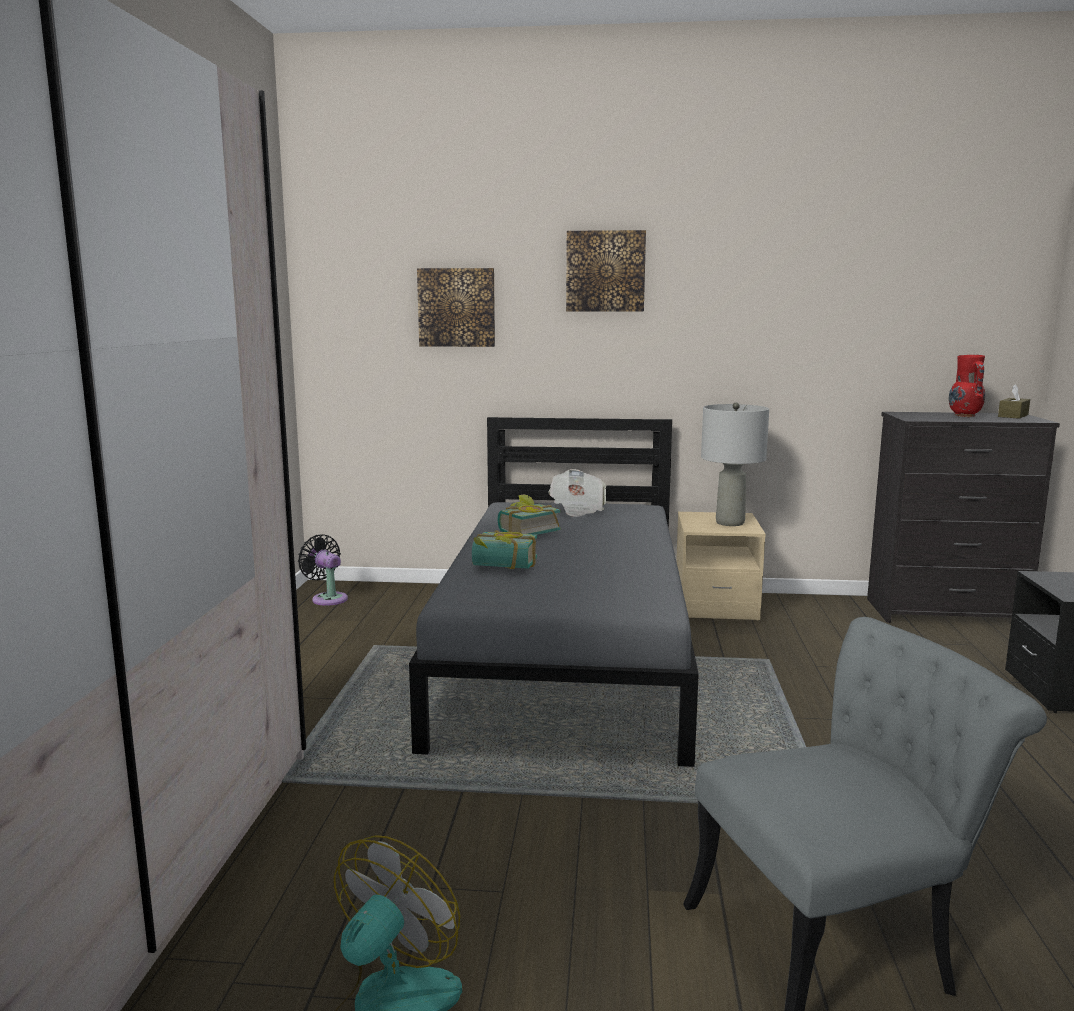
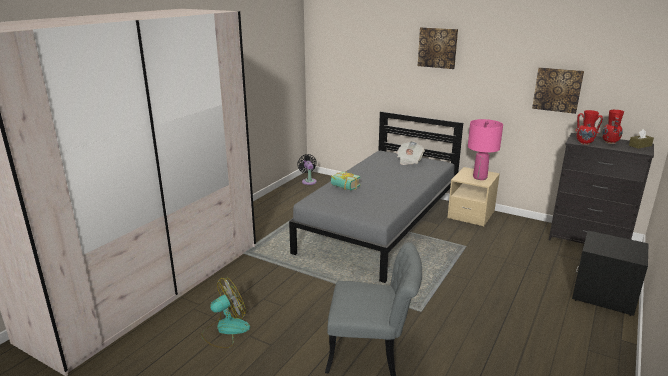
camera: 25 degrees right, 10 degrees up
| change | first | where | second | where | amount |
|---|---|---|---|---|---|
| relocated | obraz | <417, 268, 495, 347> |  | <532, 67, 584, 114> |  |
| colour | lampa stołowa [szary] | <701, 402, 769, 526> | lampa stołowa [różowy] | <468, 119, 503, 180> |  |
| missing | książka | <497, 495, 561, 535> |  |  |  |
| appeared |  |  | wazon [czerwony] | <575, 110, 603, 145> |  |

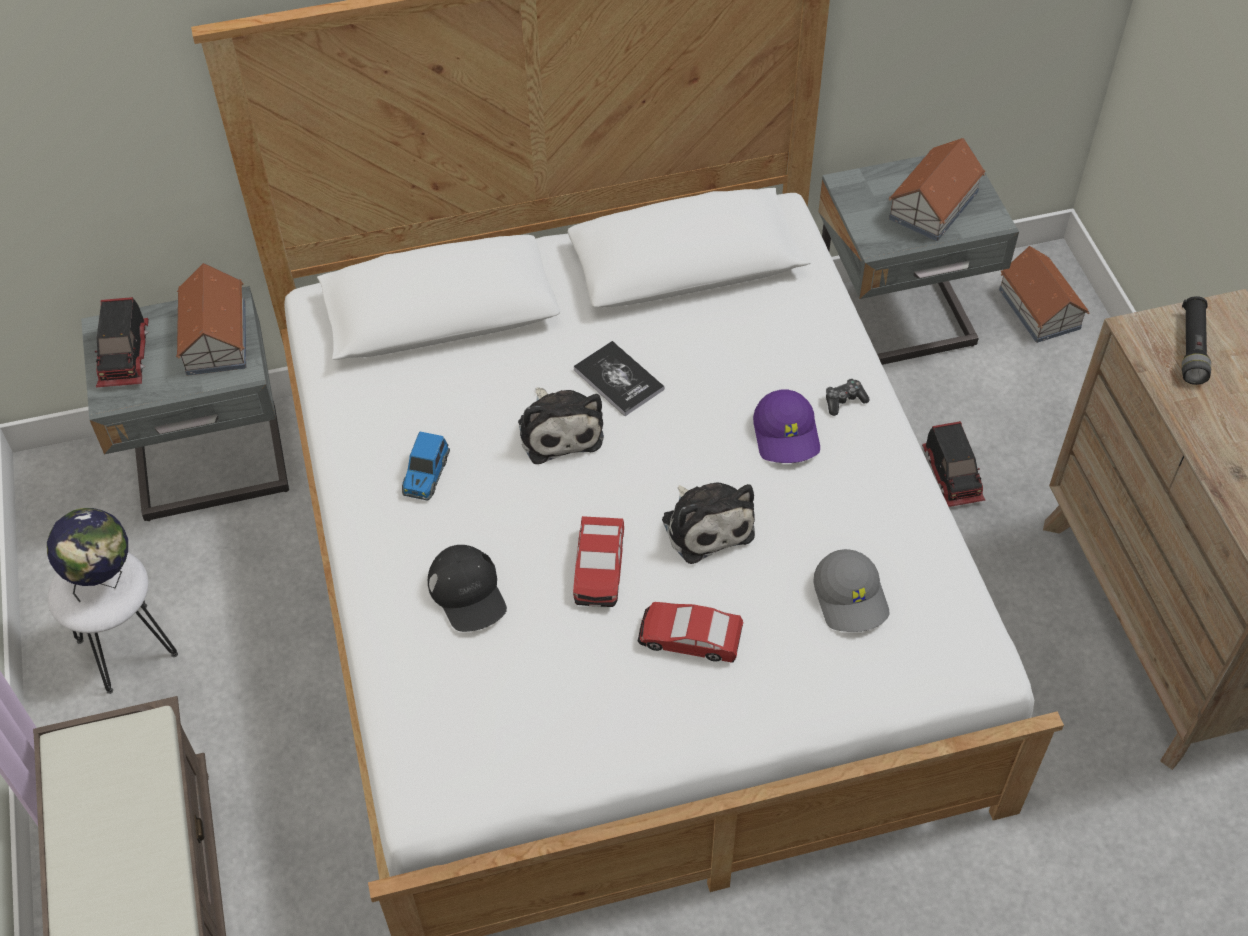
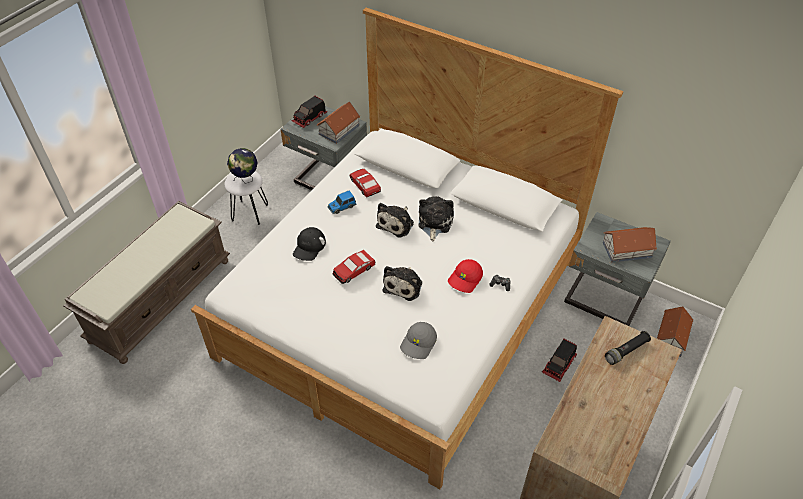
camera: 45 degrees right, 5 degrees down
| change | first | where | second | where | amount |
|---|---|---|---|---|---|
| exchanged | książka | <574, 341, 665, 416> | pluszak | <418, 196, 454, 242> |  |
| colour | czapka z daszkiem [fioletowy] | <753, 390, 820, 463> | czapka z daszkiem [czerwony] | <448, 259, 483, 293> |  |
| relocated | samochodzik | <638, 602, 743, 663> |  | <350, 169, 381, 198> |  |

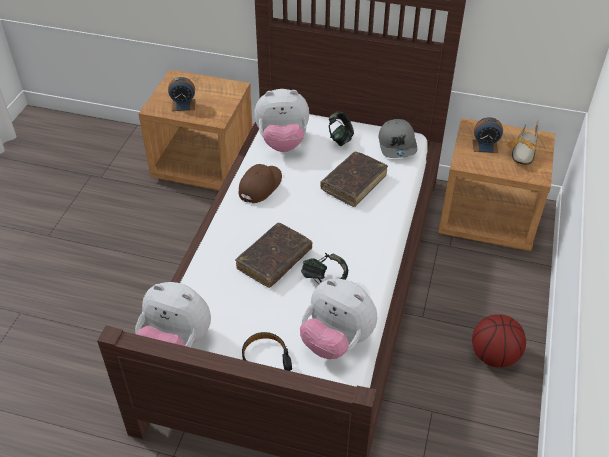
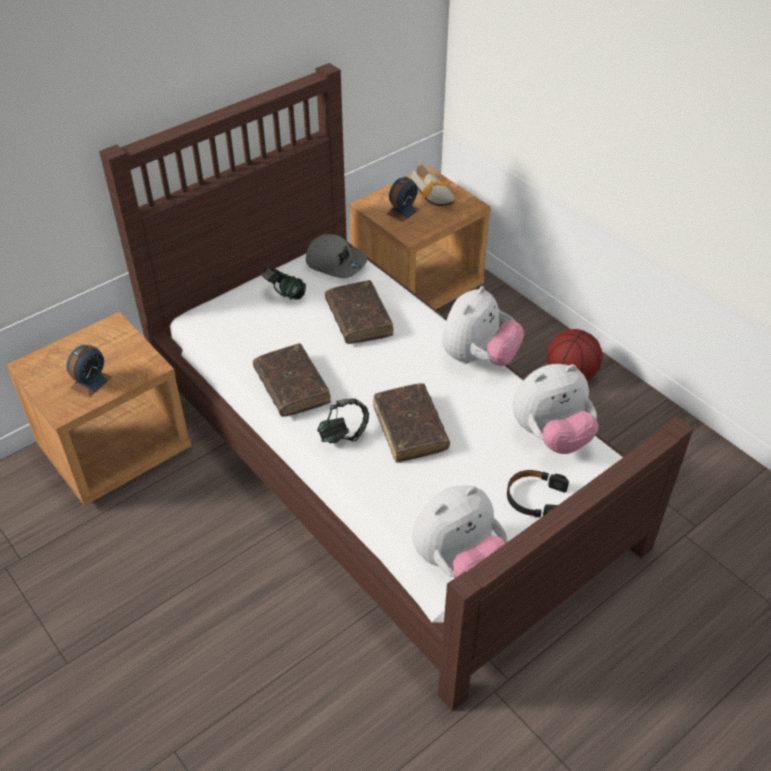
camera: 55 degrees left, 0 degrees up
| change | first | where | second | where | amount |
|---|---|---|---|---|---|
| relocated | pluszak | <254, 89, 309, 152> |  | <442, 286, 524, 366> |  |
| exchanged | czapka z daszkiem [brązowy] | <239, 164, 282, 203> | książka [brązowy] | <253, 343, 331, 417> |  |
| relocated | słuchawki | <301, 253, 348, 284> |  | <317, 399, 369, 443> |  |

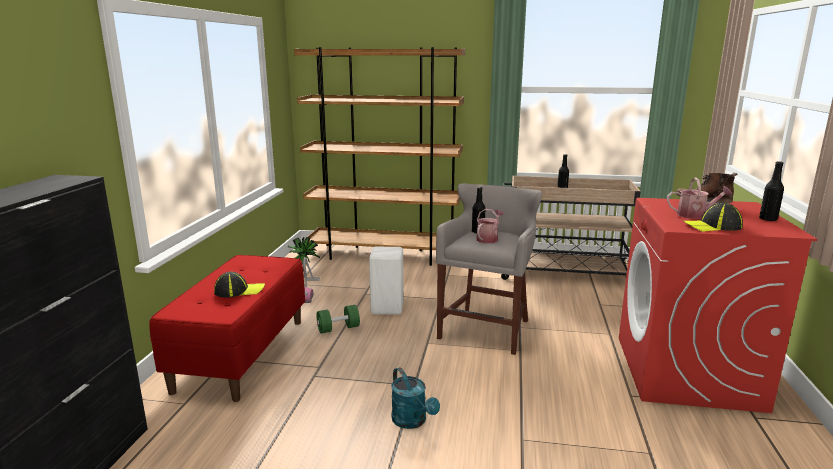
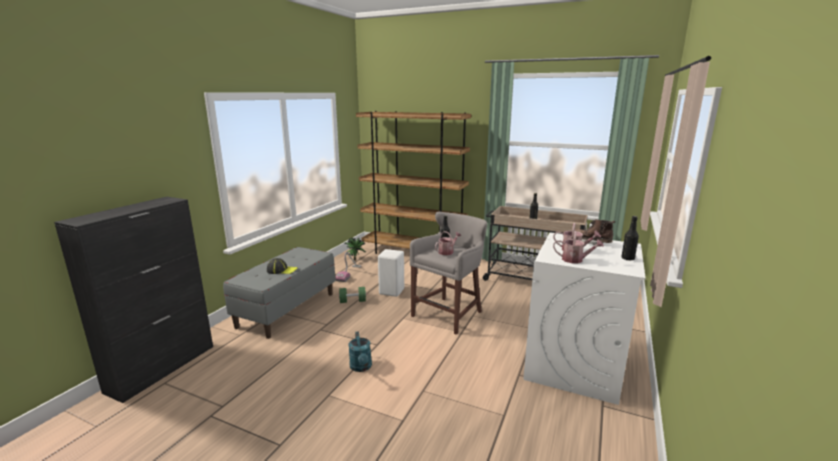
camera: 15 degrees right, 0 degrees up
| change | first | where | second | where | amount |
|---|---|---|---|---|---|
| colour | pralka [czerwony] | <619, 198, 817, 413> | pralka [biały] | <523, 232, 646, 405> |  |
| exchanged | czapka z daszkiem | <683, 203, 743, 232> | konewka | <553, 231, 604, 263> |  |
| colour | ławka [czerwony] | <149, 255, 305, 402> | ławka [szary] | <223, 247, 335, 339> |  |

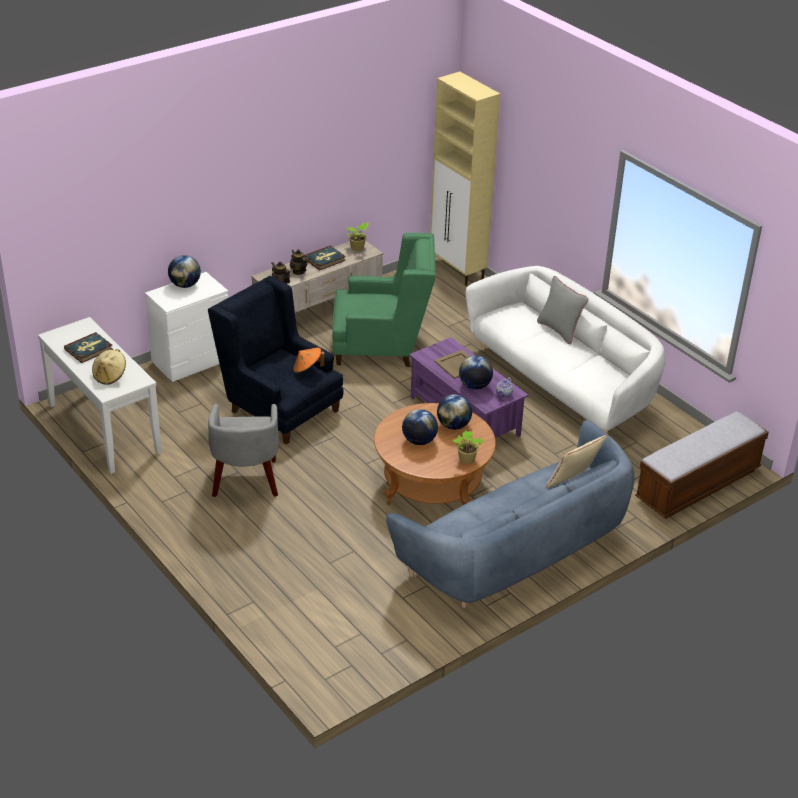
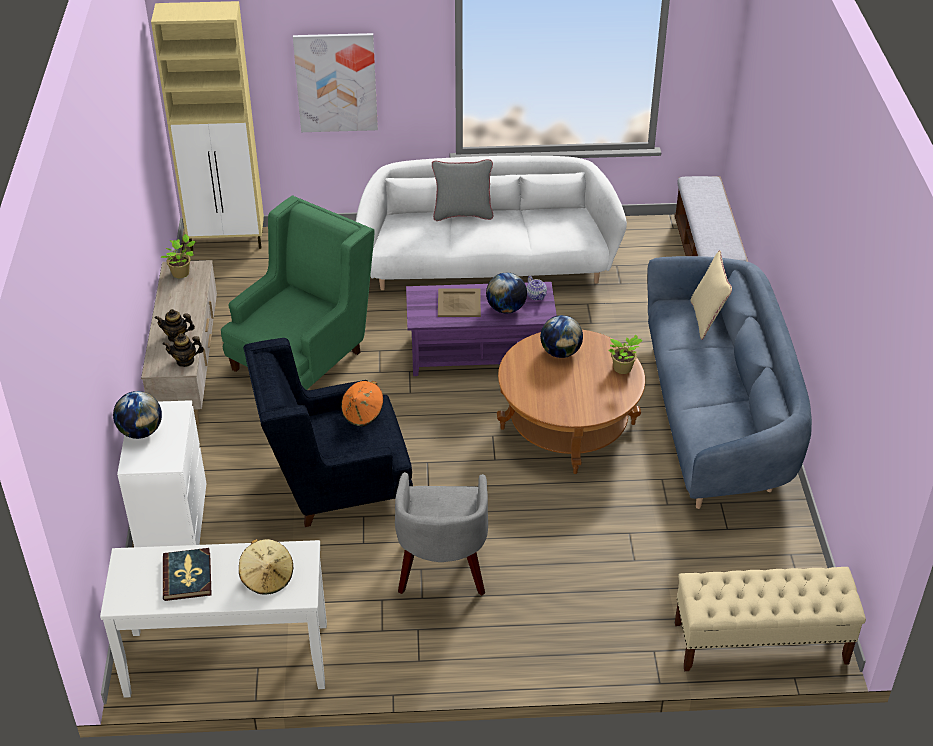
camera: 55 degrees left, 5 degrees up
| change | first | where | second | where | amount |
|---|---|---|---|---|---|
| missing | książka | <304, 245, 346, 270> |  |  |  |
| spun | fotel [szary] | <208, 404, 279, 497> |  | <395, 472, 488, 596> | 60 degrees clockwise |
| missing | globus | <402, 409, 438, 445> |  |  |  |
| appeared |  |  | obraz | <293, 33, 378, 132> |  |
| appeared |  |  | ławka [beżowy] | <675, 567, 866, 671> |  |

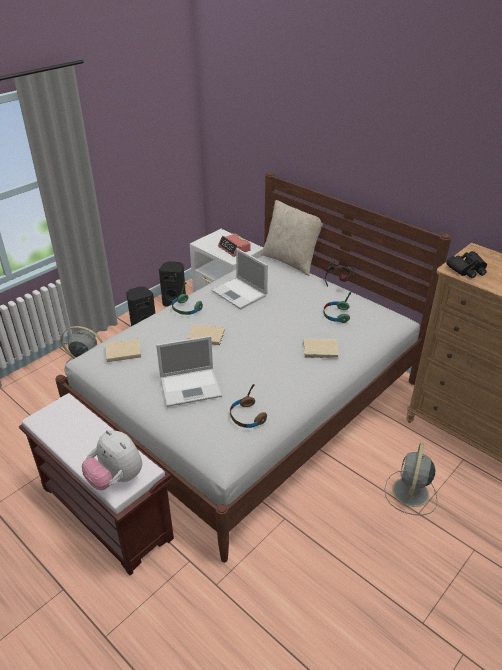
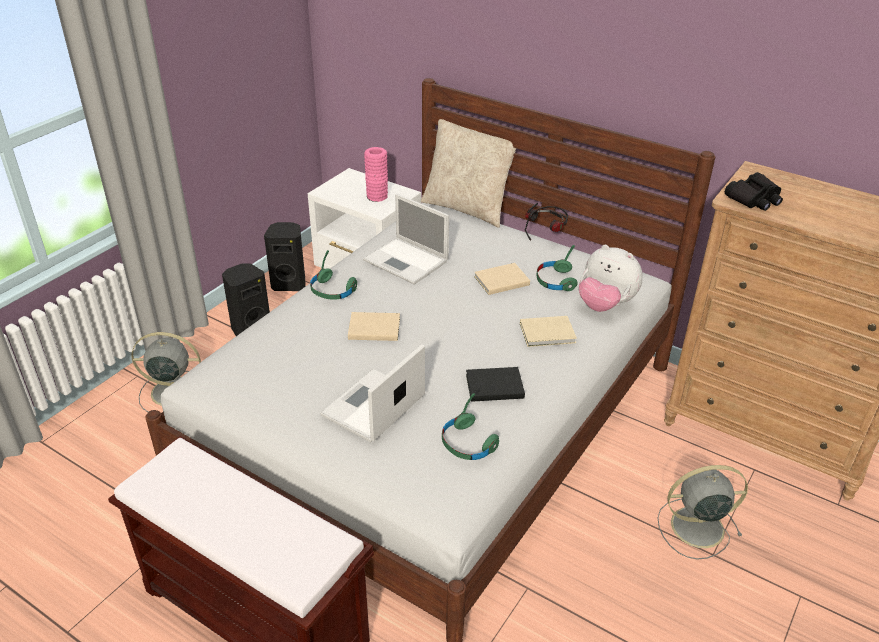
camera: 10 degrees left, 0 degrees up
| change | first | where | second | where | amount |
|---|---|---|---|---|---|
| exchanged | budzik | <218, 233, 251, 257> | wazon [różowy] | <364, 147, 388, 202> |  |
| spun | laptop | <156, 336, 222, 407> |  | <320, 344, 425, 442> | 150 degrees clockwise |
| relocated | książka [beżowy] | <105, 339, 141, 362> |  | <474, 263, 530, 295> |  |
| colour | słuchawki [brązowy] | <230, 384, 267, 428> | słuchawki [zielony] | <442, 393, 499, 460> |  |
| relocated | pluszak | <82, 430, 142, 490> |  | <579, 245, 643, 312> |  |
| spun | wentylator [szary] | <385, 443, 437, 515> |  | <658, 465, 748, 560> | 75 degrees clockwise |
| appeared |  |  | książka [czarny] | <466, 367, 525, 402> |  |

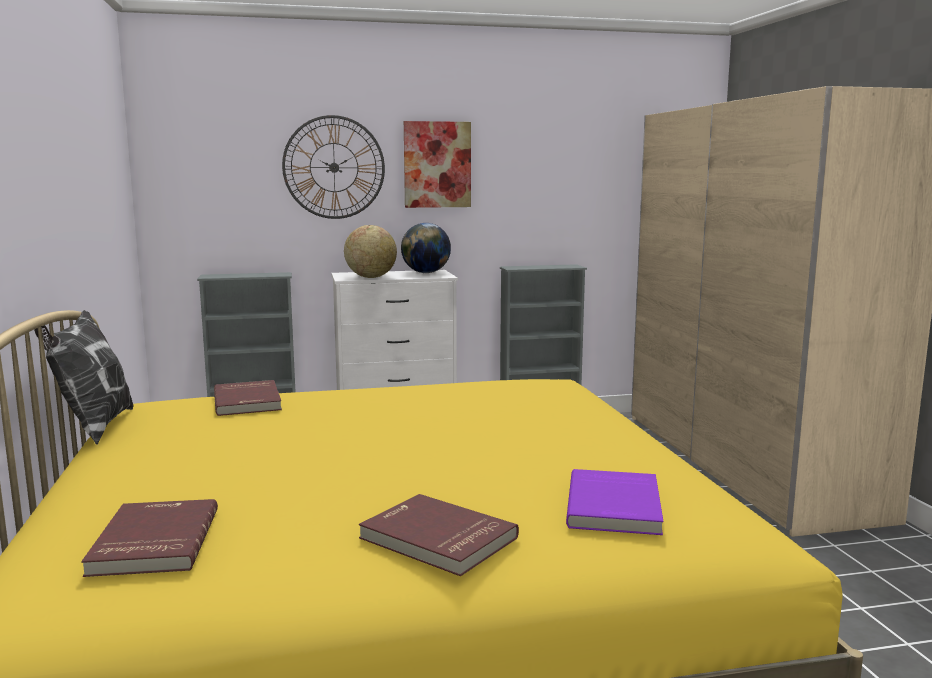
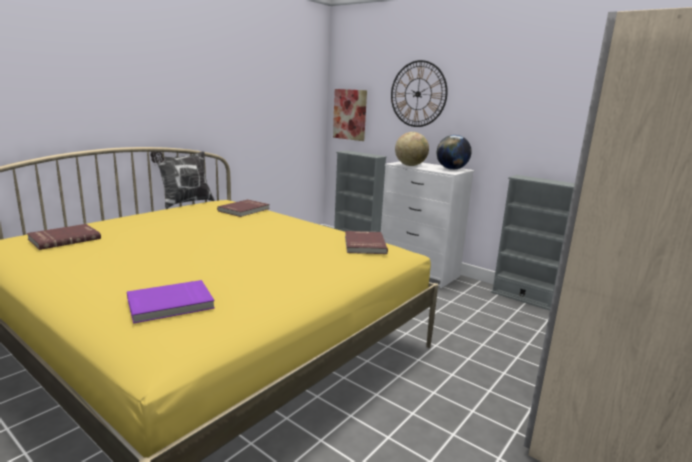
camera: 50 degrees right, 5 degrees up
| change | first | where | second | where | amount |
|---|---|---|---|---|---|
| relocated | obraz | <404, 121, 471, 208> |  | <333, 89, 367, 141> |  |
| relocated | książka [czerwony] | <359, 494, 519, 576> |  | <345, 231, 388, 254> |  |

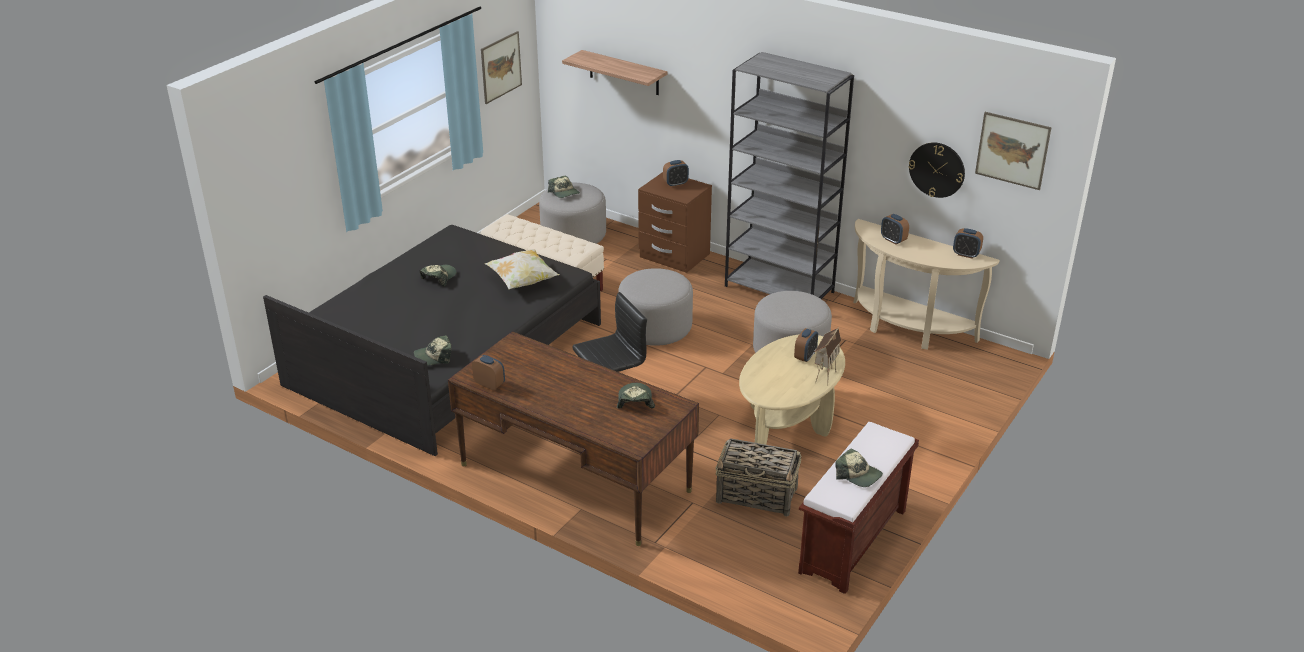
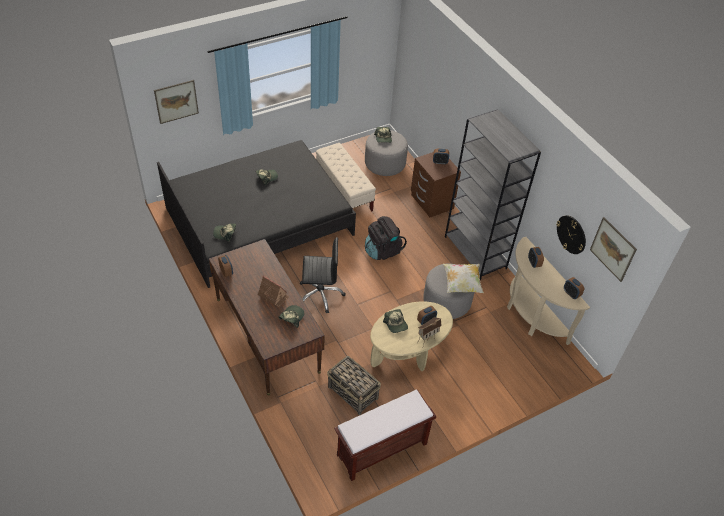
camera: 25 degrees right, 15 degrees up
| change | first | where | second | where | amount |
|---|---|---|---|---|---|
| relocated | obraz | <481, 31, 522, 104> |  | <154, 80, 199, 124> |  |
| missing | półka | <562, 50, 667, 95> |  |  |  |
| relocated | poduszka | <485, 249, 559, 289> |  | <443, 264, 484, 293> |  |
| exchanged | pufa [szary] | <618, 268, 693, 346> | plecak [czarny] | <365, 216, 407, 260> |  |
| relocated | czapka z daszkiem | <835, 448, 883, 487> |  | <383, 309, 408, 333> |  |
| appeared |  |  | domek | <258, 276, 290, 307> |  |

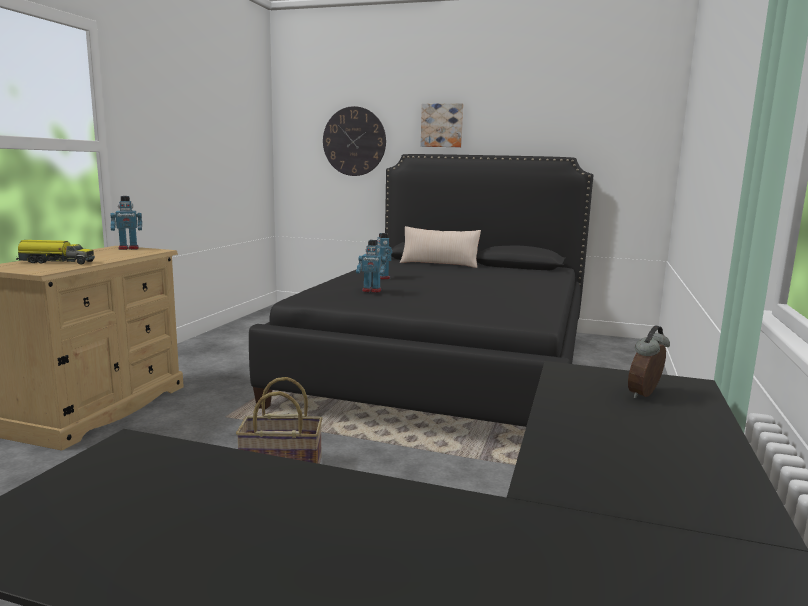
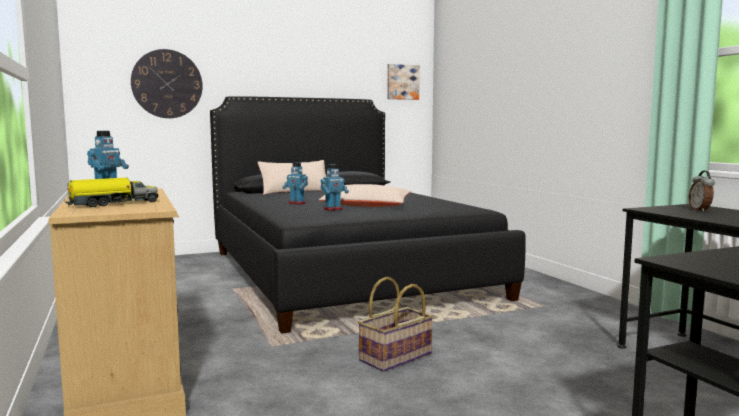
camera: 40 degrees left, 5 degrees down
| change | first | where | second | where | amount |
|---|---|---|---|---|---|
| relocated | obraz | <421, 103, 463, 147> |  | <387, 64, 420, 100> |  |
| appeared |  |  | poduszka [beżowy] | <319, 184, 411, 207> |  |

